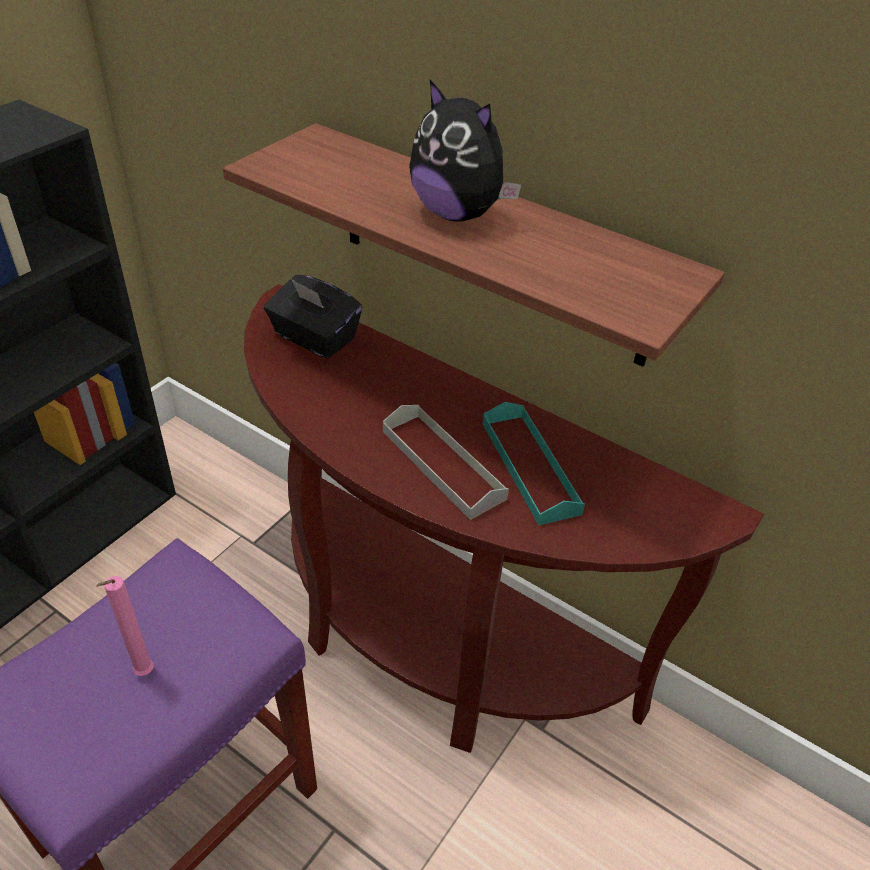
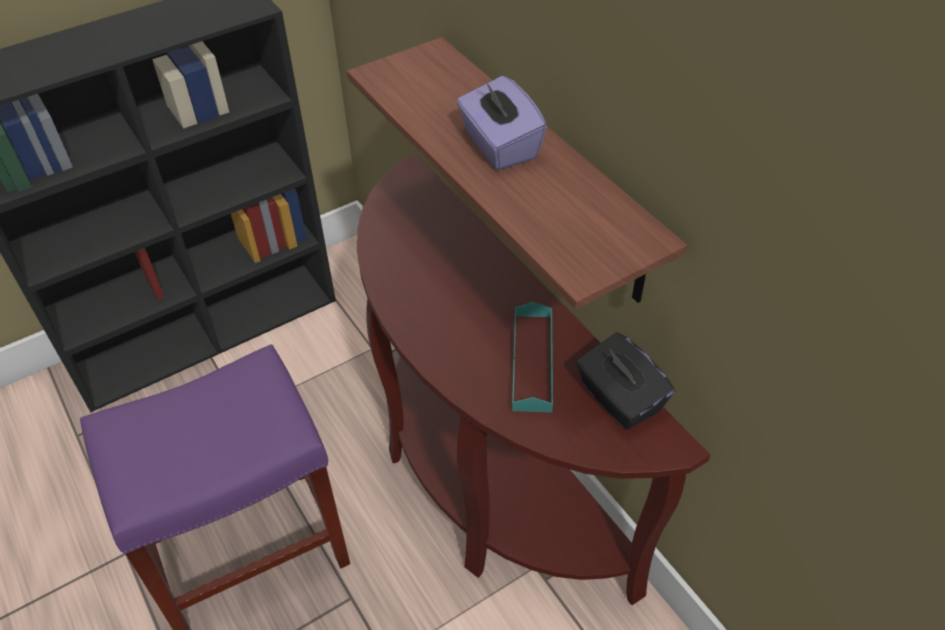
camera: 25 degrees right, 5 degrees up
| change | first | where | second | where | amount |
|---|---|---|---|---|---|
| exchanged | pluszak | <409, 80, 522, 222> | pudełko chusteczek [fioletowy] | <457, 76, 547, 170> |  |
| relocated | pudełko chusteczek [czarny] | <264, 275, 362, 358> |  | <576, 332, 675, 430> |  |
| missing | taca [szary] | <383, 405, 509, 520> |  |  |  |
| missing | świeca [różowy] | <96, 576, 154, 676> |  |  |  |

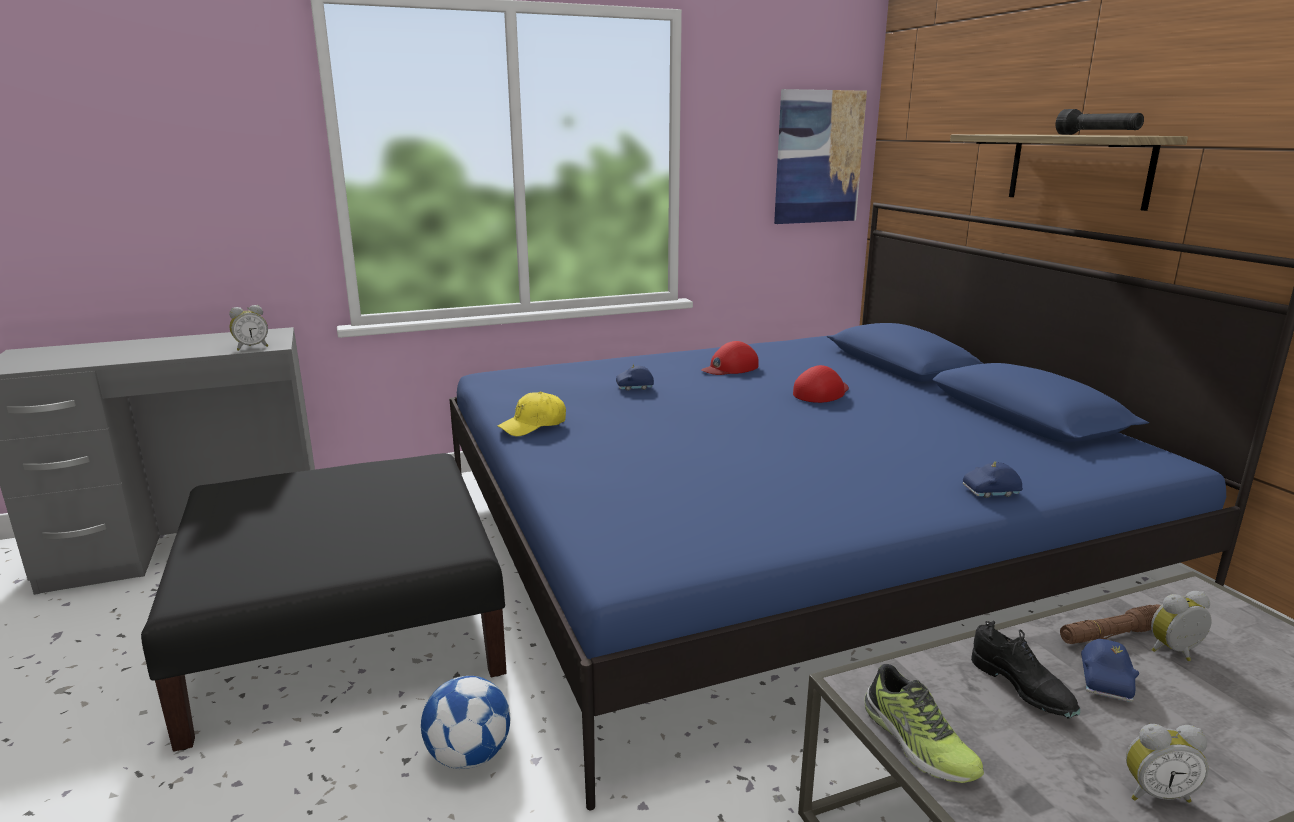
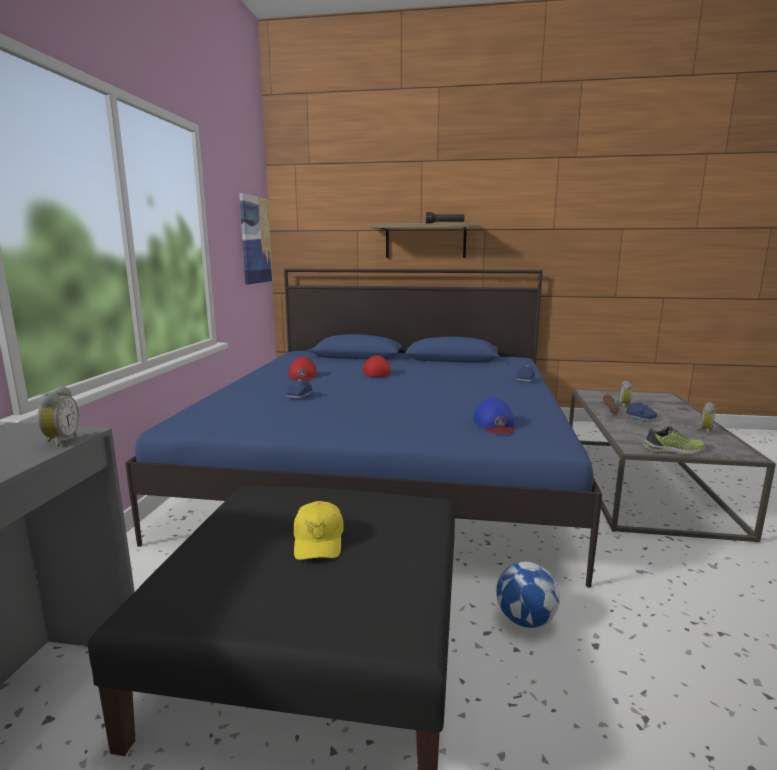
camera: 60 degrees left, 5 degrees down
| change | first | where | second | where | amount |
|---|---|---|---|---|---|
| relocated | czapka z daszkiem [żółty] | <498, 392, 566, 436> |  | <293, 501, 344, 560> |  |
| missing | but [czarny] | <971, 621, 1080, 718> |  |  |  |
| appeared |  |  | czapka z daszkiem [niebieski] | <474, 398, 515, 433> |  |

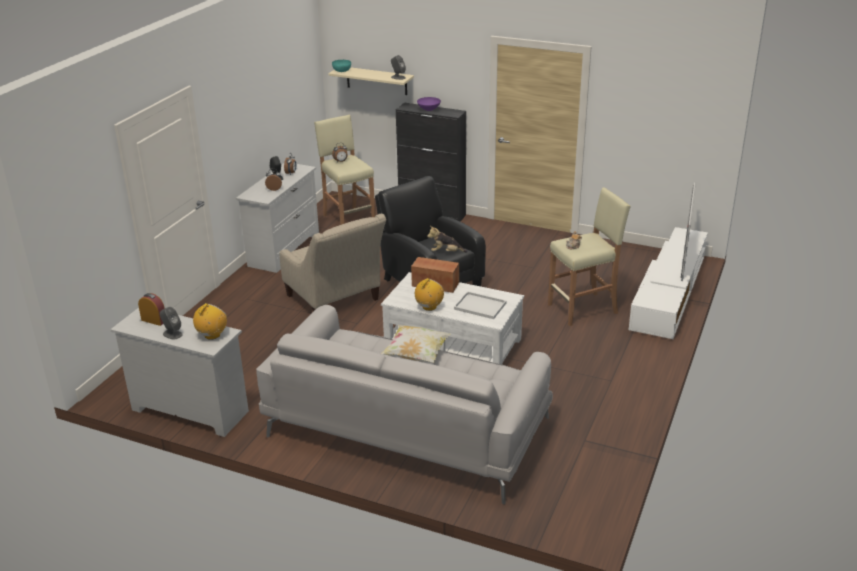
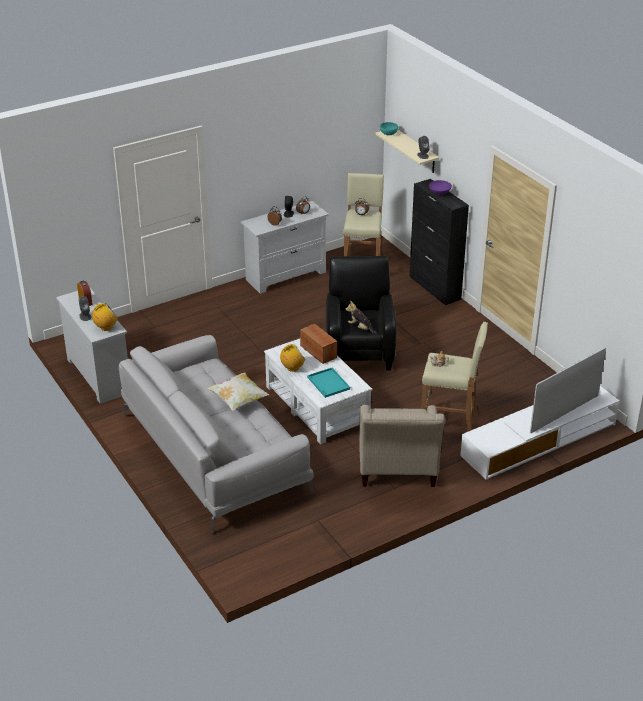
camera: 35 degrees right, 5 degrees up
| change | first | where | second | where | amount |
|---|---|---|---|---|---|
| relocated | fotel [beżowy] | <280, 214, 386, 311> |  | <359, 405, 445, 487> |  |
| colour | taca [biały] | <454, 291, 506, 319> | taca [turkusowy] | <307, 368, 350, 398> |  |

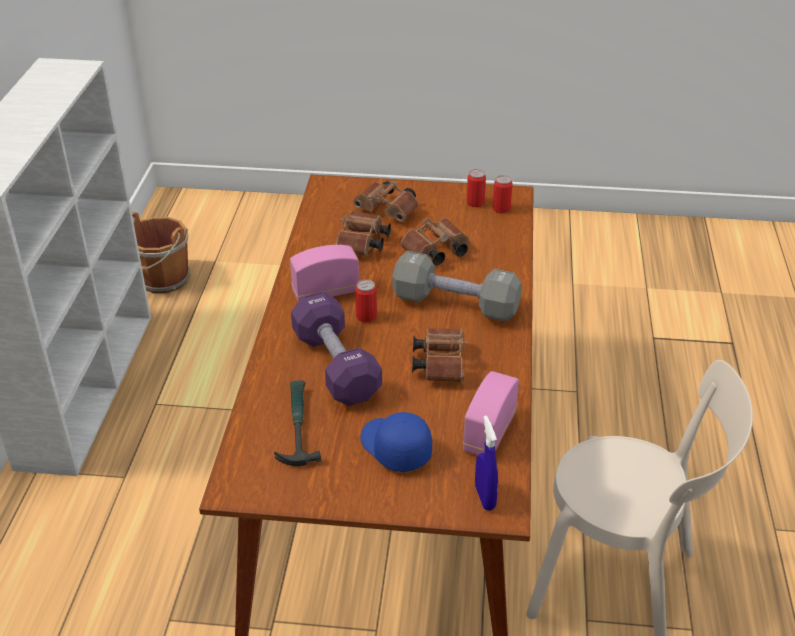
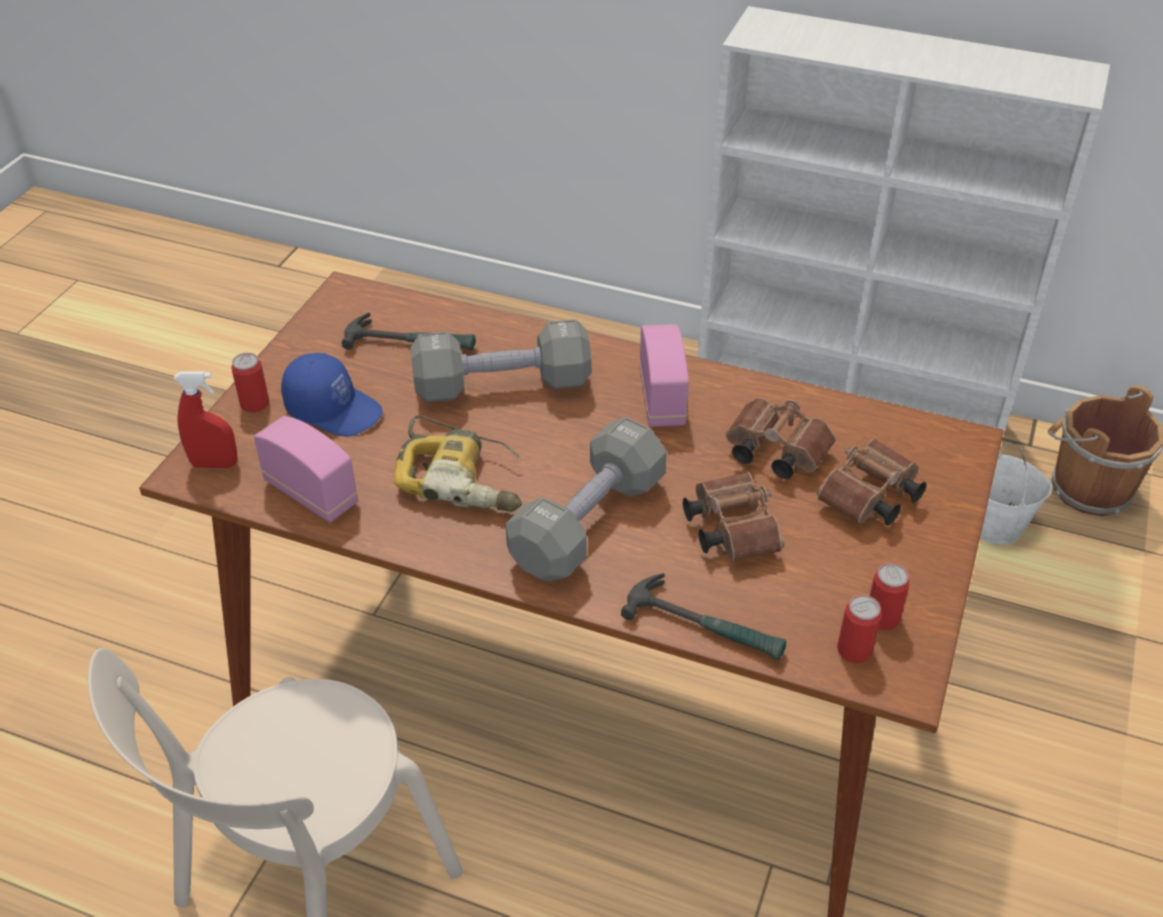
camera: 105 degrees right, 5 degrees up
| change | first | where | second | where | amount |
|---|---|---|---|---|---|
| relocated | puszka | <355, 279, 377, 323> |  | <231, 353, 269, 412> |  |
| colour | hantel [fioletowy] | <291, 292, 382, 406> | hantel [szary] | <410, 319, 591, 403> |  |
| exchanged | lornetka [brązowy] | <412, 328, 467, 382> | wiertarka | <394, 415, 522, 512> |  |
| spun | czapka z daszkiem [niebieski] | <360, 412, 432, 472> |  | <281, 353, 382, 436> | 45 degrees clockwise |
| colour | spryskiwacz [niebieski] | <475, 416, 498, 510> | spryskiwacz [czerwony] | <174, 371, 238, 468> |  |
| appeared |  |  | wiadro [biały] | <980, 442, 1052, 545> |  |
| appeared |  |  | młotek | <621, 573, 786, 660> |  |

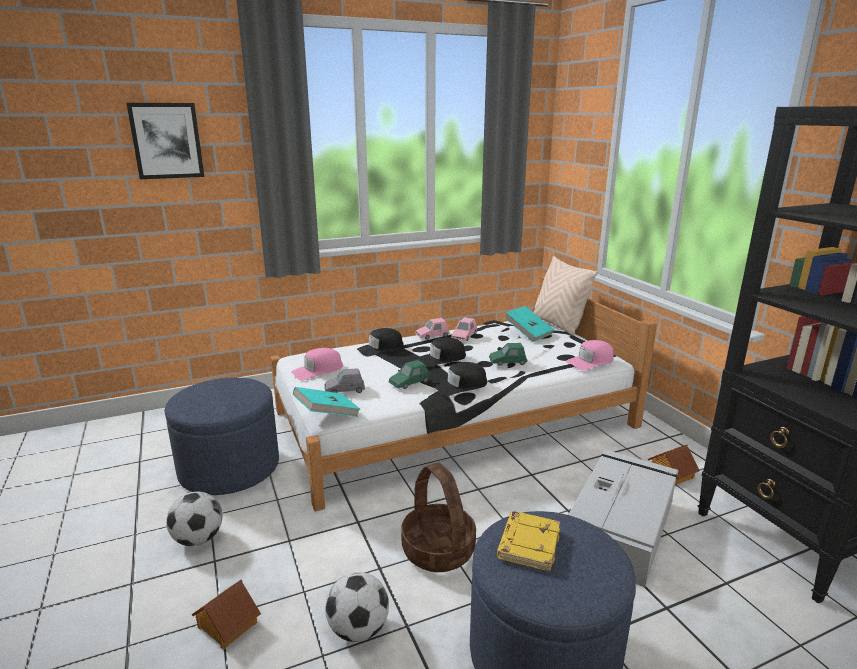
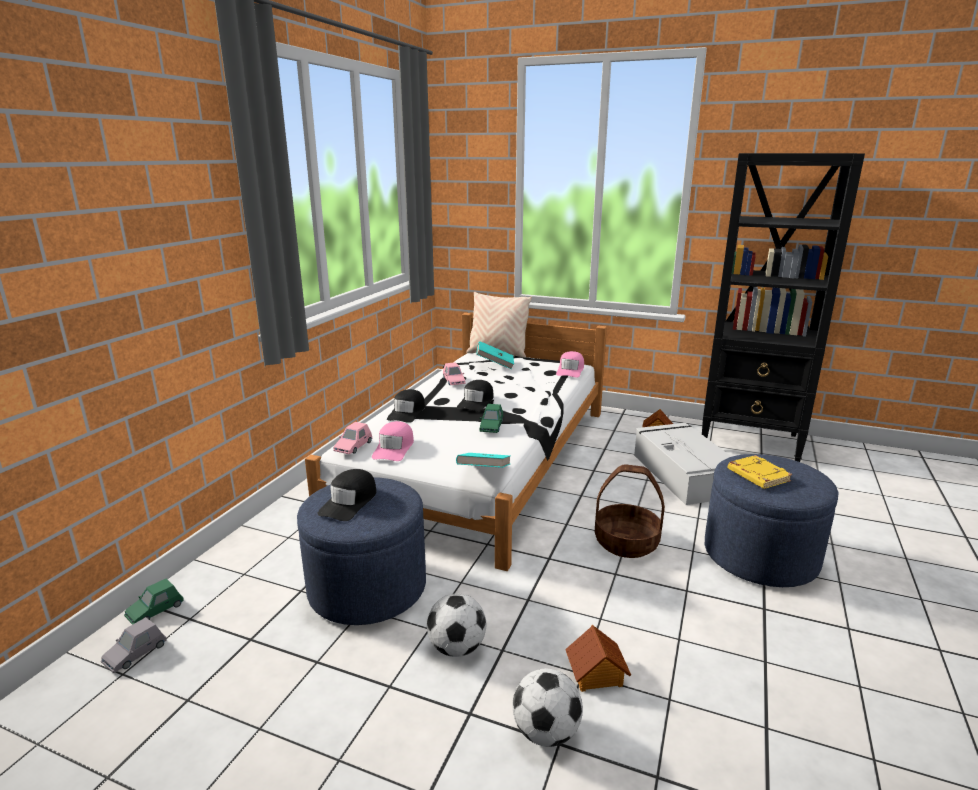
camera: 45 degrees left, 0 degrees up
| change | first | where | second | where | amount |
|---|---|---|---|---|---|
| missing | obraz | <127, 103, 204, 179> |  |  |  |
| relocated | samochodzik [różowy] | <415, 318, 450, 340> |  | <333, 422, 372, 454> |  |
| relocated | samochodzik [zielony] | <489, 343, 527, 366> |  | <124, 579, 184, 625> |  |
| relocated | czapka z daszkiem [czarny] | <433, 362, 487, 396> |  | <317, 469, 377, 521> |  |
| relocated | samochodzik [szary] | <324, 368, 365, 393> |  | <101, 617, 166, 673> |  |
| relocated | piłka futbolowa | <325, 572, 389, 642> |  | <512, 668, 583, 747> |  |

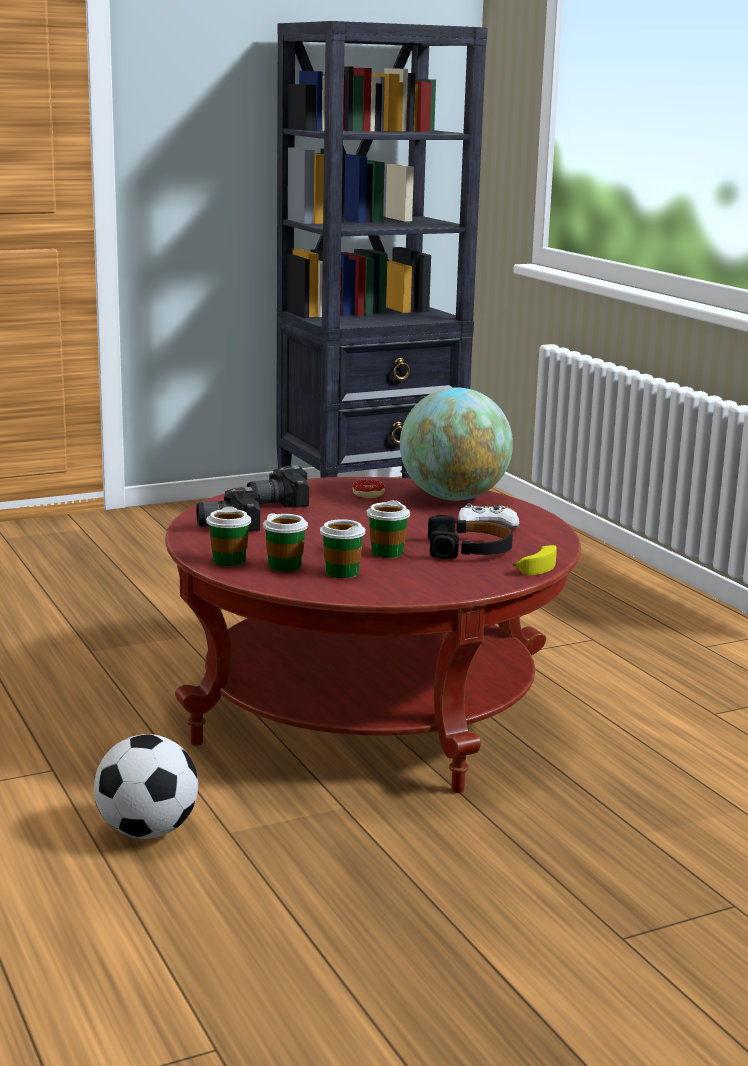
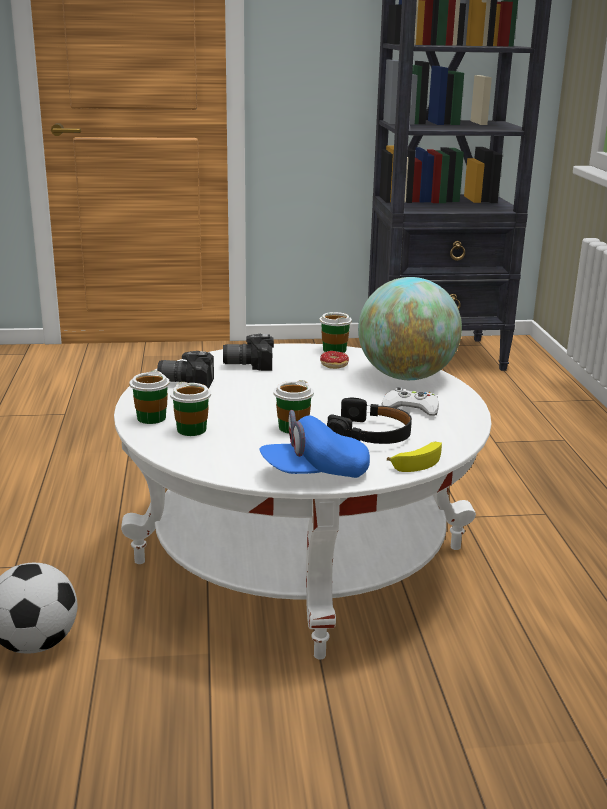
camera: 20 degrees right, 5 degrees up
| change | first | where | second | where | amount |
|---|---|---|---|---|---|
| colour | ława [czerwony] | <165, 477, 581, 793> | ława [biały] | <114, 343, 491, 660> |  |
| relocated | filiżanka | <320, 519, 365, 578> |  | <319, 312, 352, 353> |  |
| appeared |  |  | czapka z daszkiem [niebieski] | <259, 410, 370, 478> |  |

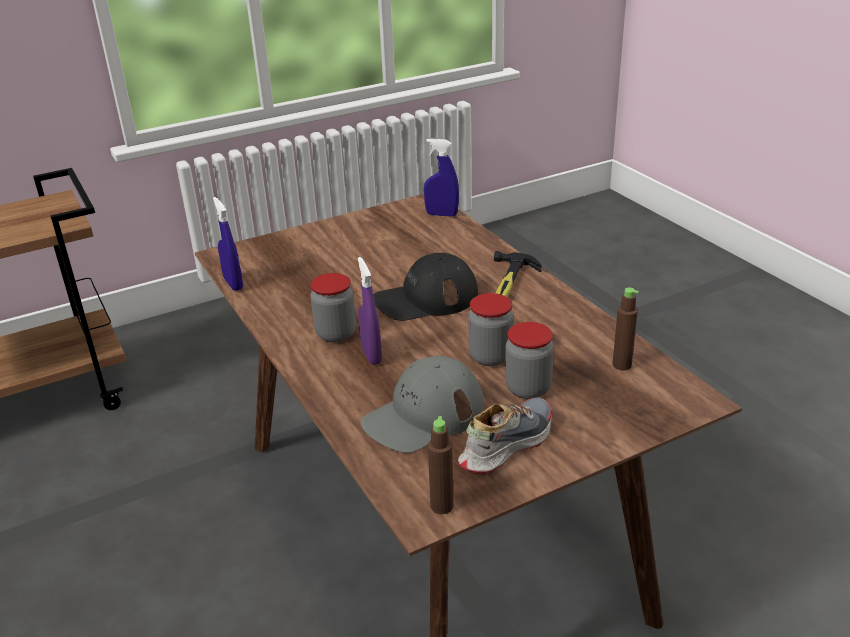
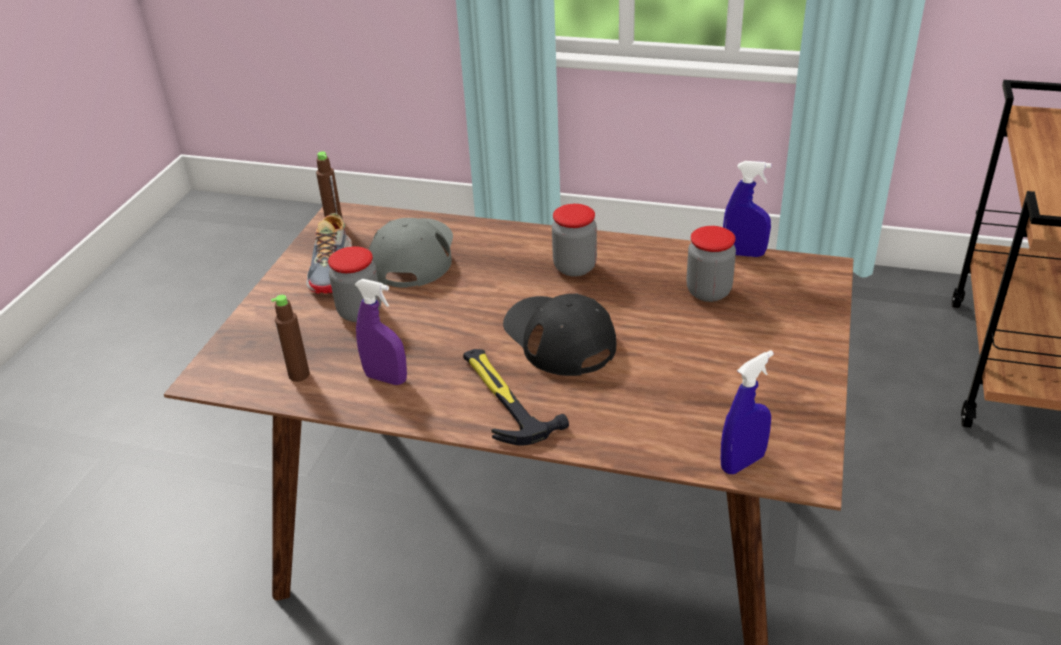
camera: 135 degrees right, 5 degrees up
| change | first | where | second | where | amount |
|---|---|---|---|---|---|
| spun | czapka z daszkiem [czarny] | <373, 253, 478, 321> |  | <503, 293, 616, 376> | 60 degrees counterclockwise |
| relocated | spryskiwacz [fioletowy] | <358, 257, 382, 365> |  | <354, 279, 407, 385> |  |
| relocated | słoik | <468, 293, 514, 366> |  | <686, 226, 736, 302> |  |

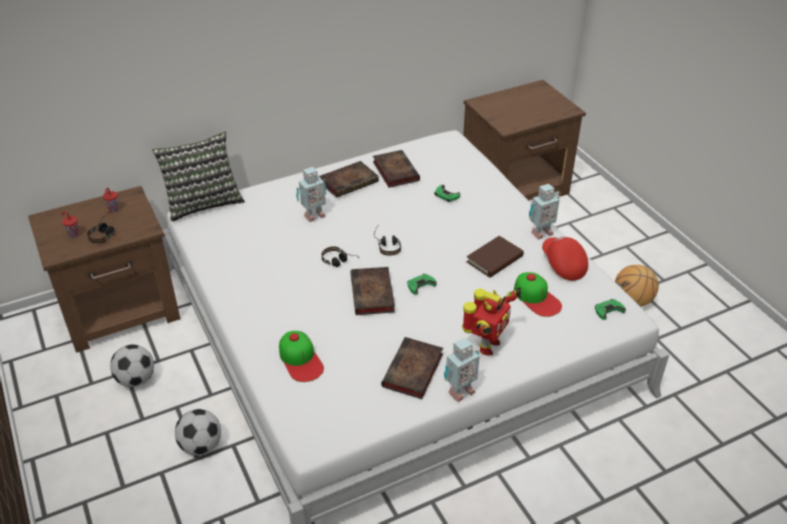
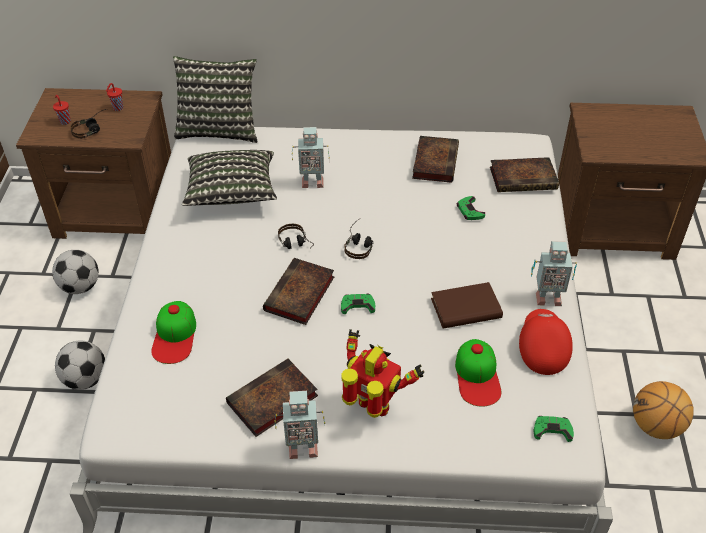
camera: 30 degrees right, 5 degrees up
| change | first | where | second | where | amount |
|---|---|---|---|---|---|
| relocated | książka | <319, 161, 379, 198> |  | <490, 157, 559, 192> |  |
| spun | robot zabawkowy | <462, 287, 521, 356> |  | <341, 329, 425, 418> | 120 degrees counterclockwise |
| appeared |  |  | poduszka | <182, 150, 277, 206> |  |

